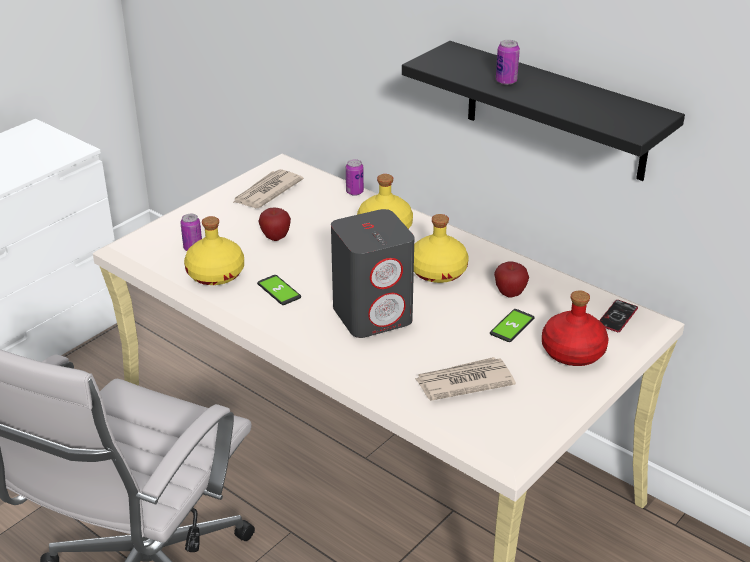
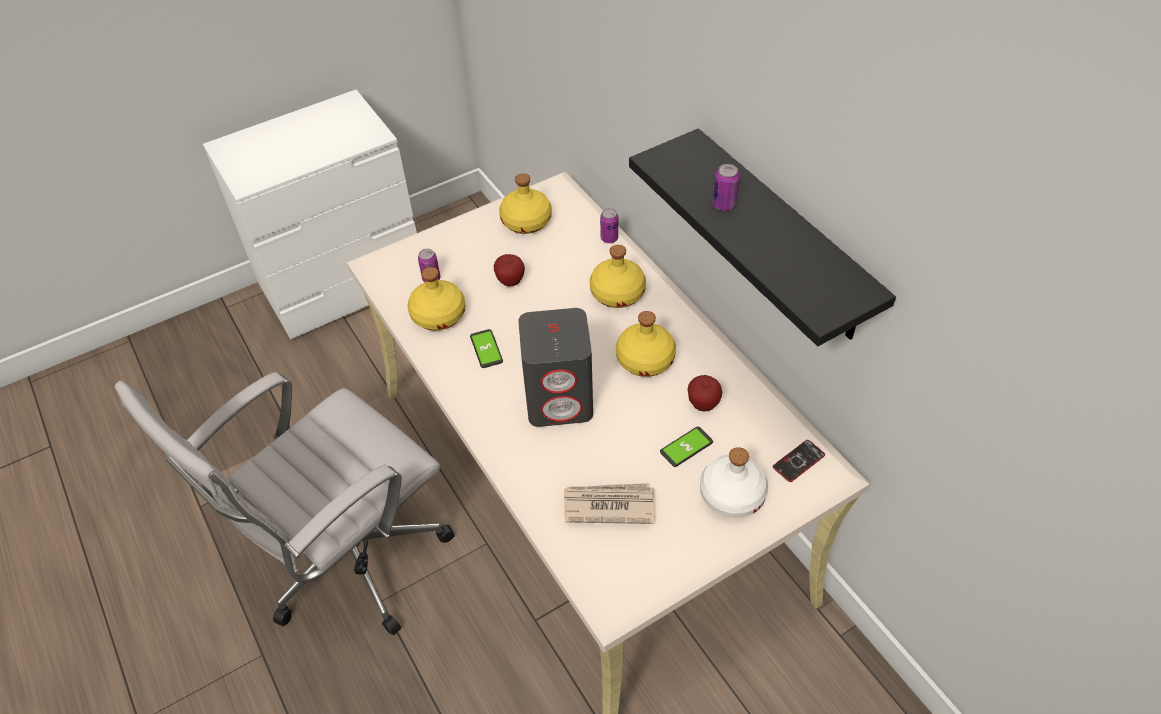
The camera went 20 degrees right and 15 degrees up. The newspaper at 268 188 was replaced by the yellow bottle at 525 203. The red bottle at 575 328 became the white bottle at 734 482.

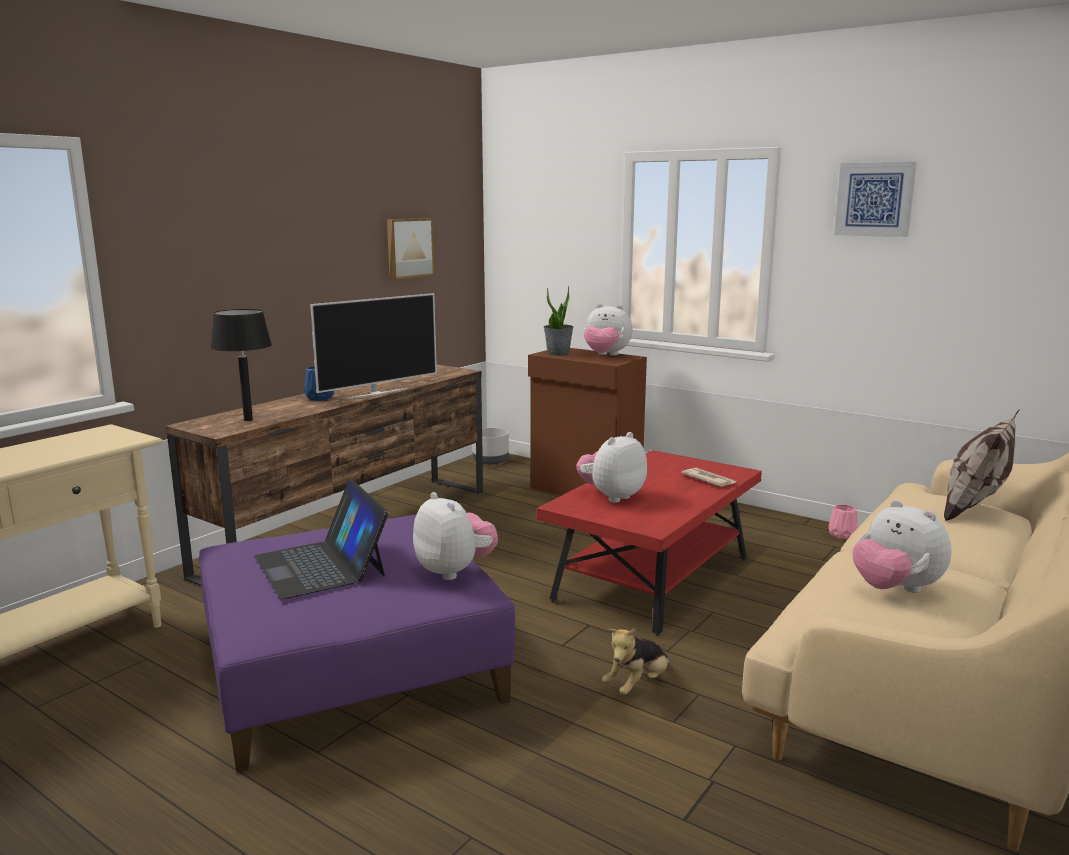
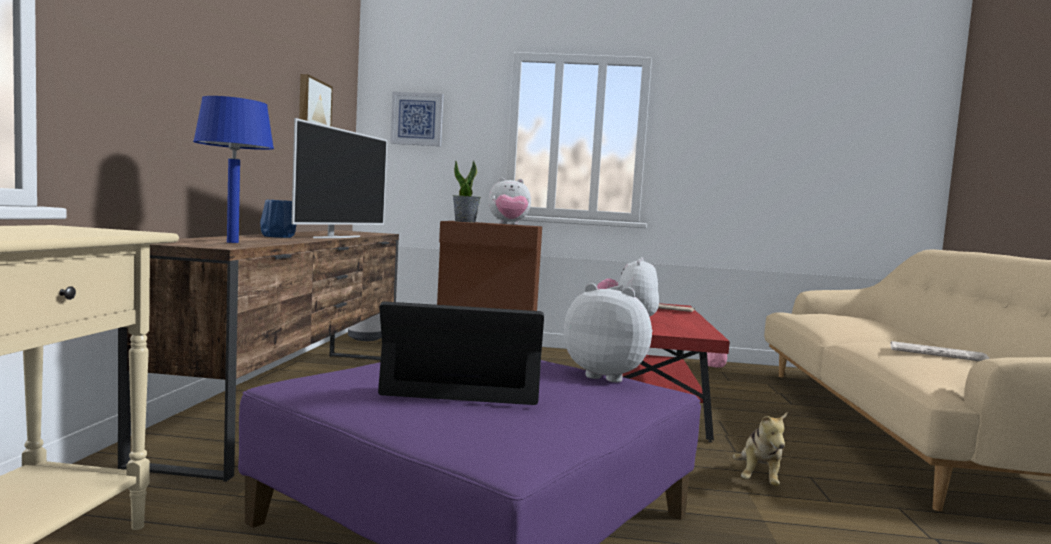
The camera went 30 degrees left and 10 degrees down. The picture moved from 875 199 to 416 119. The black table lamp at 241 365 became the blue table lamp at 233 169. The pillow at 981 465 disappeared. The laptop at 321 539 turned 150 degrees clockwise. The plush toy at 902 546 was replaced by the newspaper at 939 351.

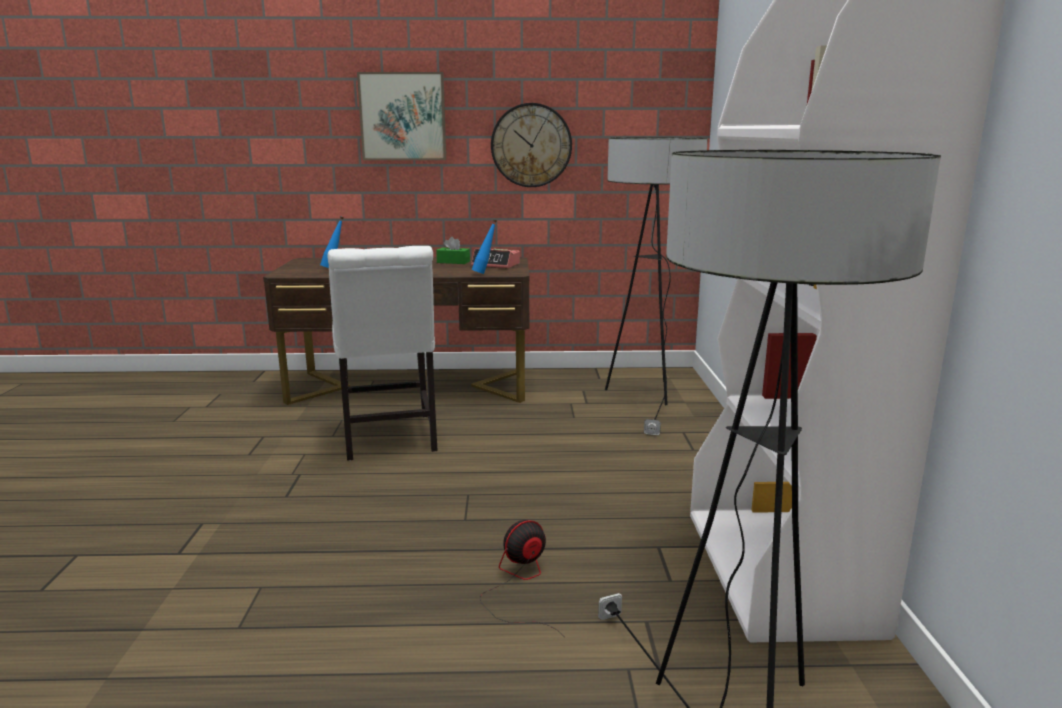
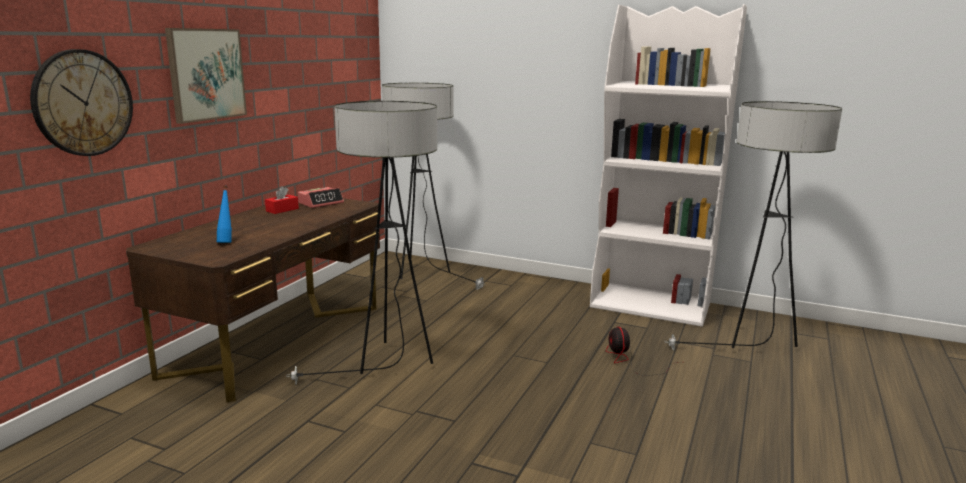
The camera went 65 degrees left and 0 degrees up. The wall clock moved from 531 145 to 81 102. The blue bottle at 484 247 disappeared. The green tissue box at 453 250 became the red tissue box at 282 200. The white chair at 382 353 was replaced by the floor lamp at 361 243.

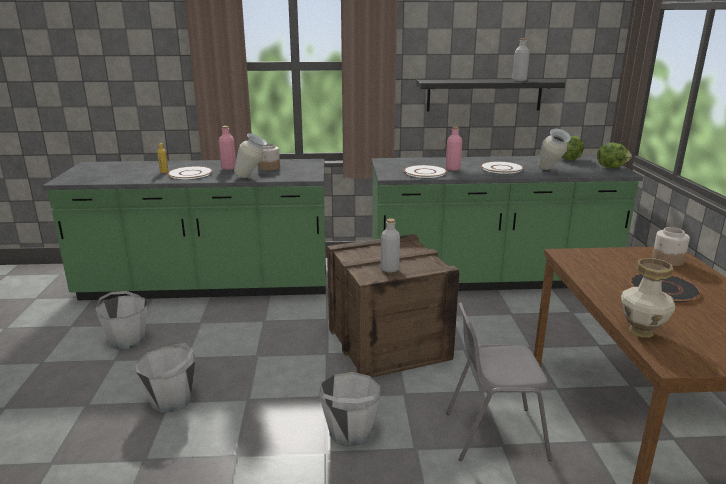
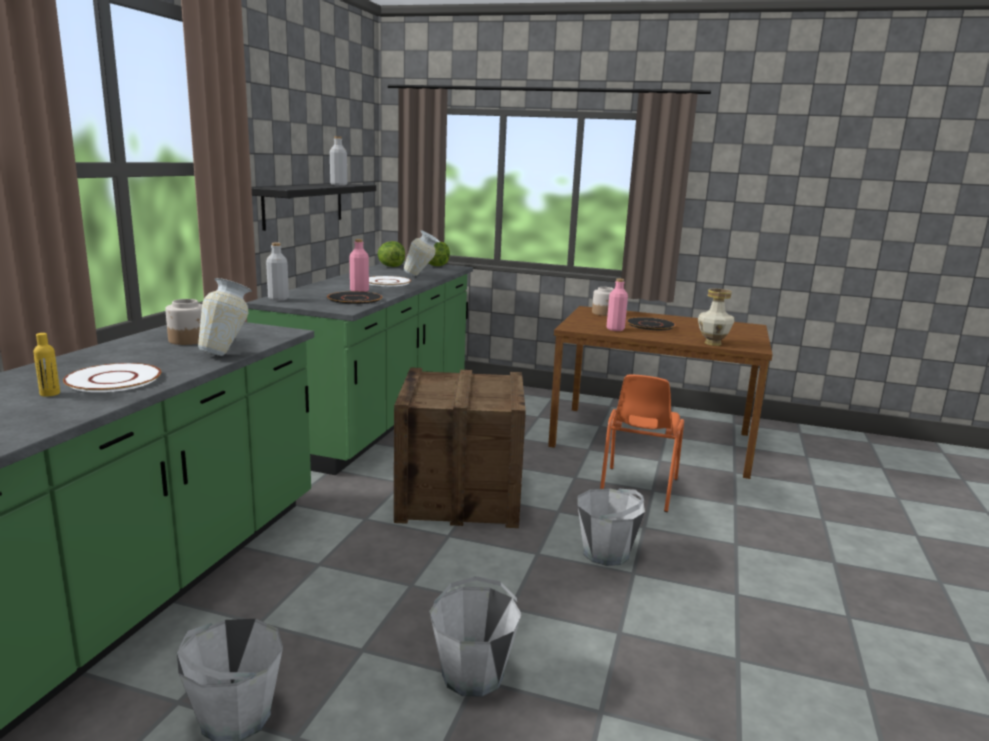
The camera went 70 degrees left and 5 degrees down. The pink bottle moved from 227 148 to 617 305. The white plate at 425 171 became the black plate at 354 297. The grey bottle moved from 390 245 to 277 272. The grey chair at 499 381 became the orange chair at 642 443.

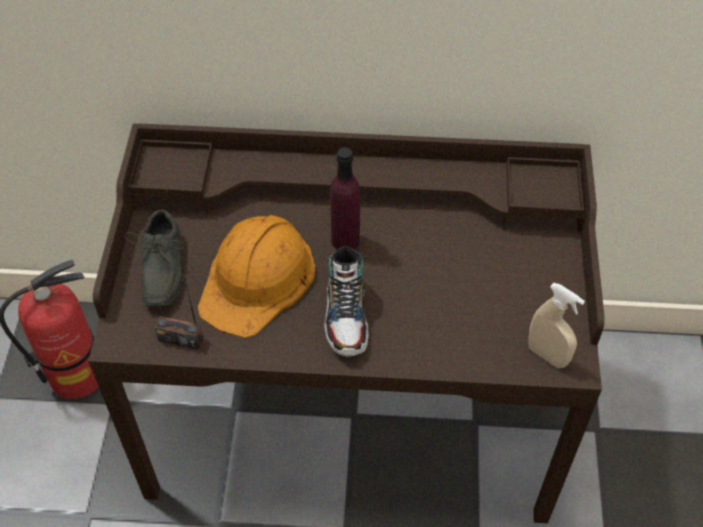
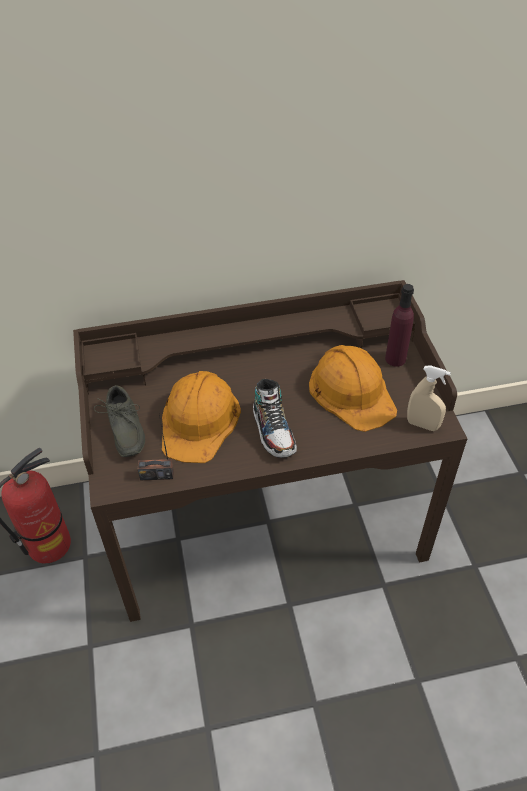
The camera went 15 degrees left and 5 degrees down. The purple bottle moved from 345 199 to 399 325. The orange hard hat at 353 388 appeared.

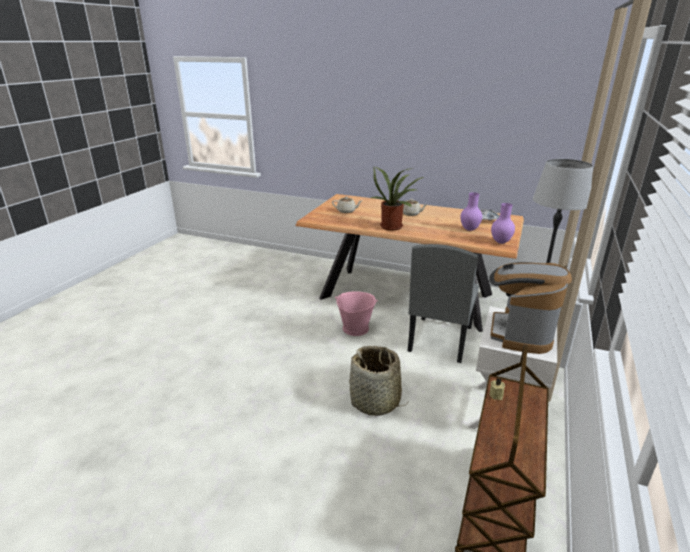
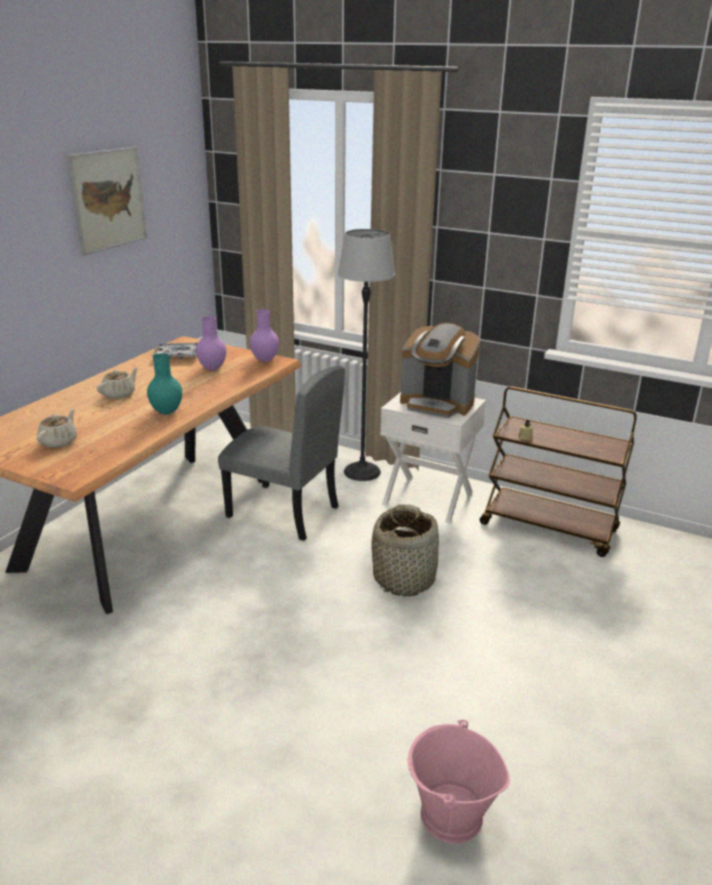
The camera went 85 degrees left and 0 degrees up. The potted plant at 397 199 was replaced by the turquoise vase at 164 384. The pink bucket moved from 356 313 to 459 781. The picture at 107 201 appeared.

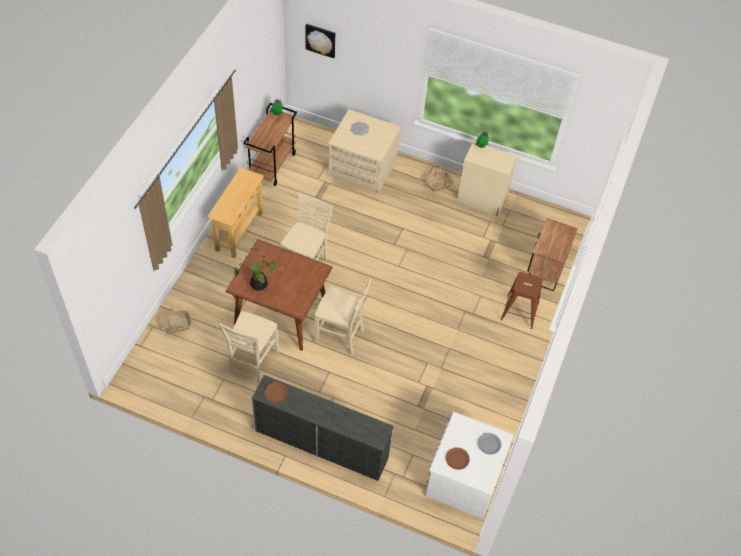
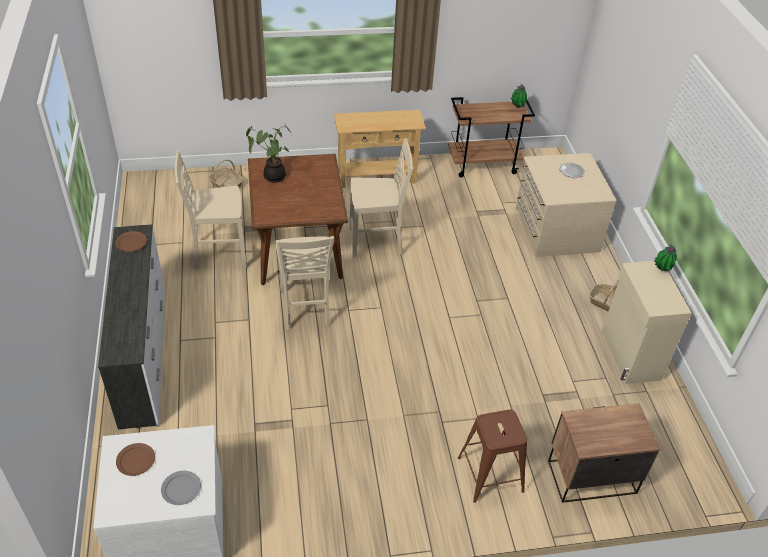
The camera went 60 degrees right and 10 degrees down. The picture at 320 41 disappeared.

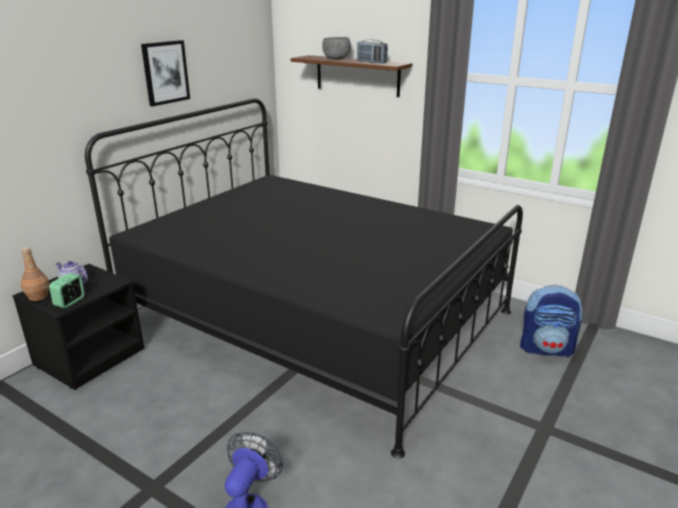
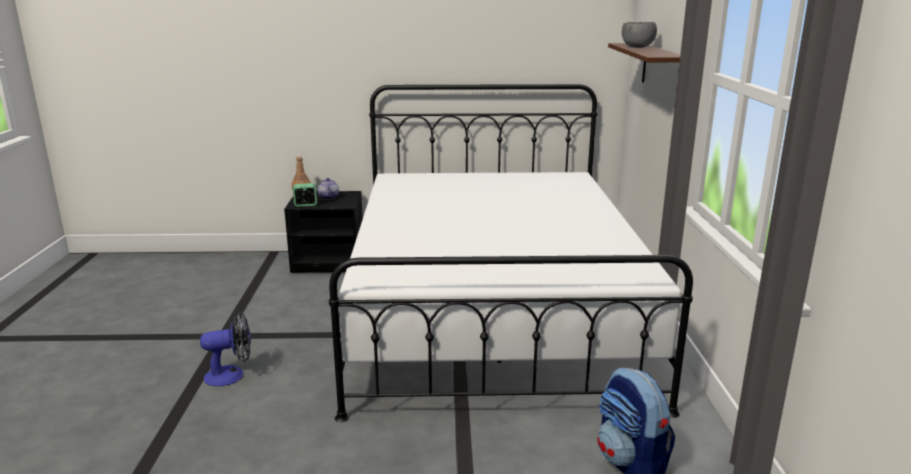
The camera went 55 degrees right and 5 degrees down. The picture at 165 73 disappeared. The radio at 372 51 disappeared. The black bed at 304 278 became the white bed at 511 253.

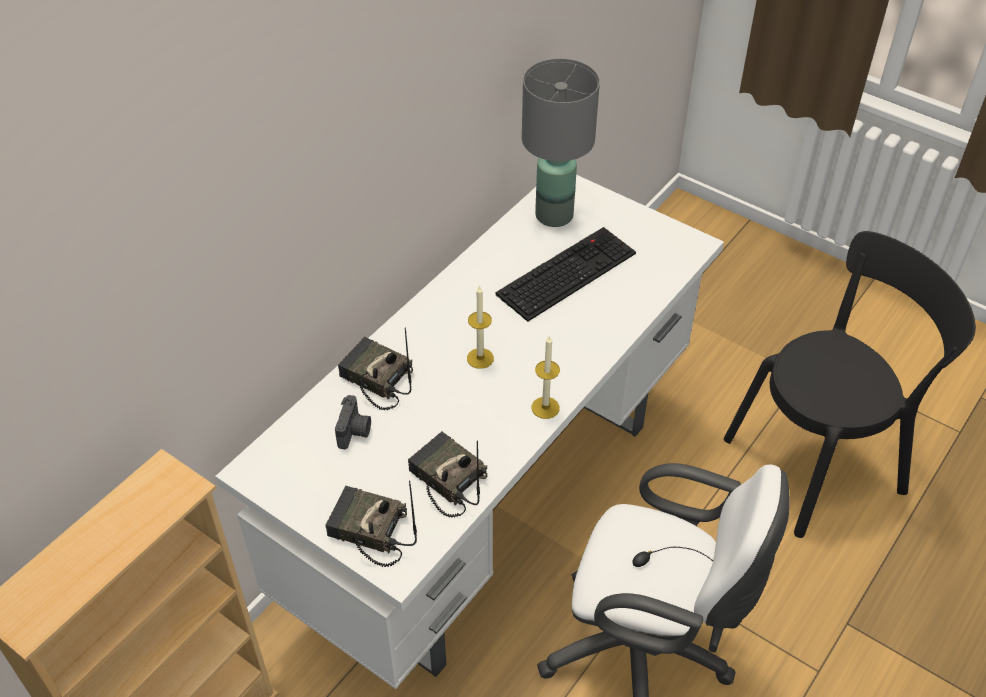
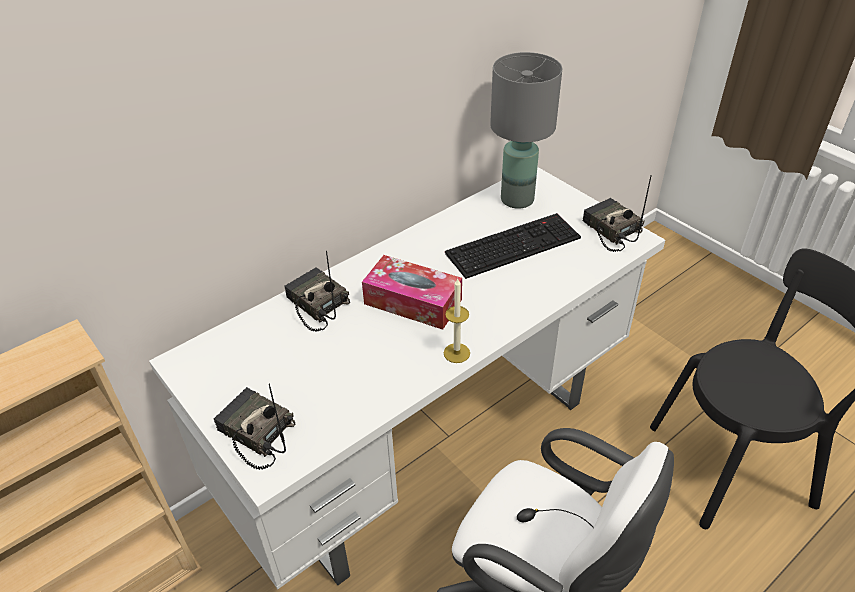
The camera went 15 degrees right and 5 degrees down. The candle at 480 327 was replaced by the tissue box at 412 292. The photo camera at 353 422 disappeared. The radio moved from 447 474 to 617 213.

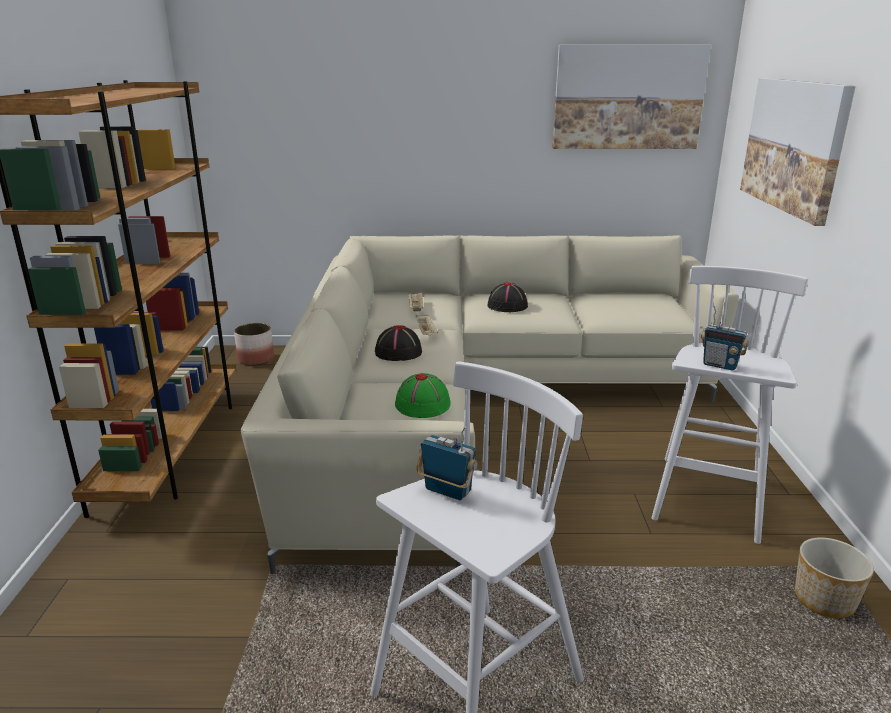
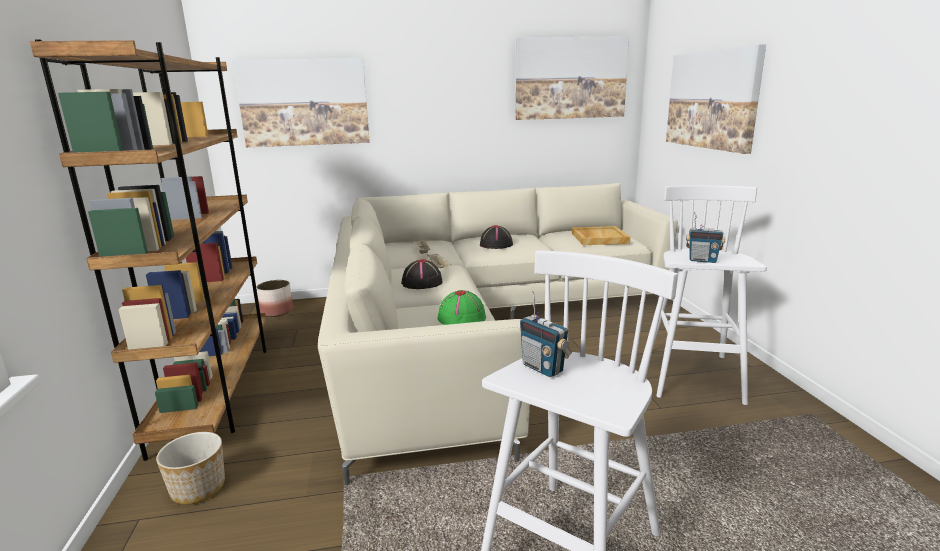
The camera went 10 degrees left and 5 degrees down. The radio at 447 463 turned 150 degrees counterclockwise. The planter moved from 834 577 to 190 468. The picture at 301 102 appeared. The beige tray at 601 235 appeared.

